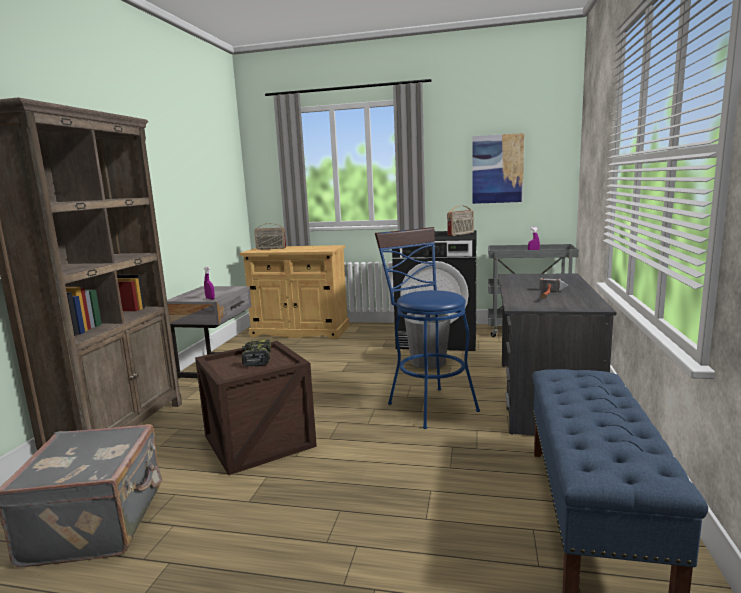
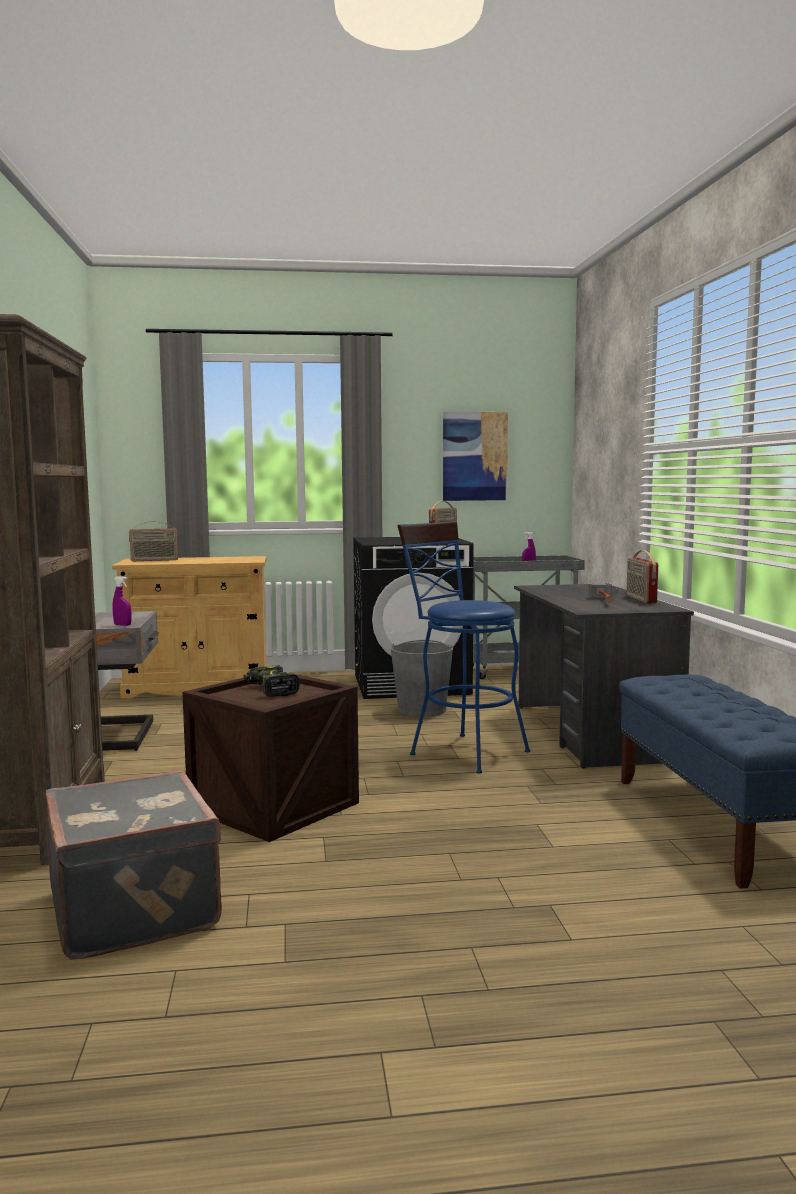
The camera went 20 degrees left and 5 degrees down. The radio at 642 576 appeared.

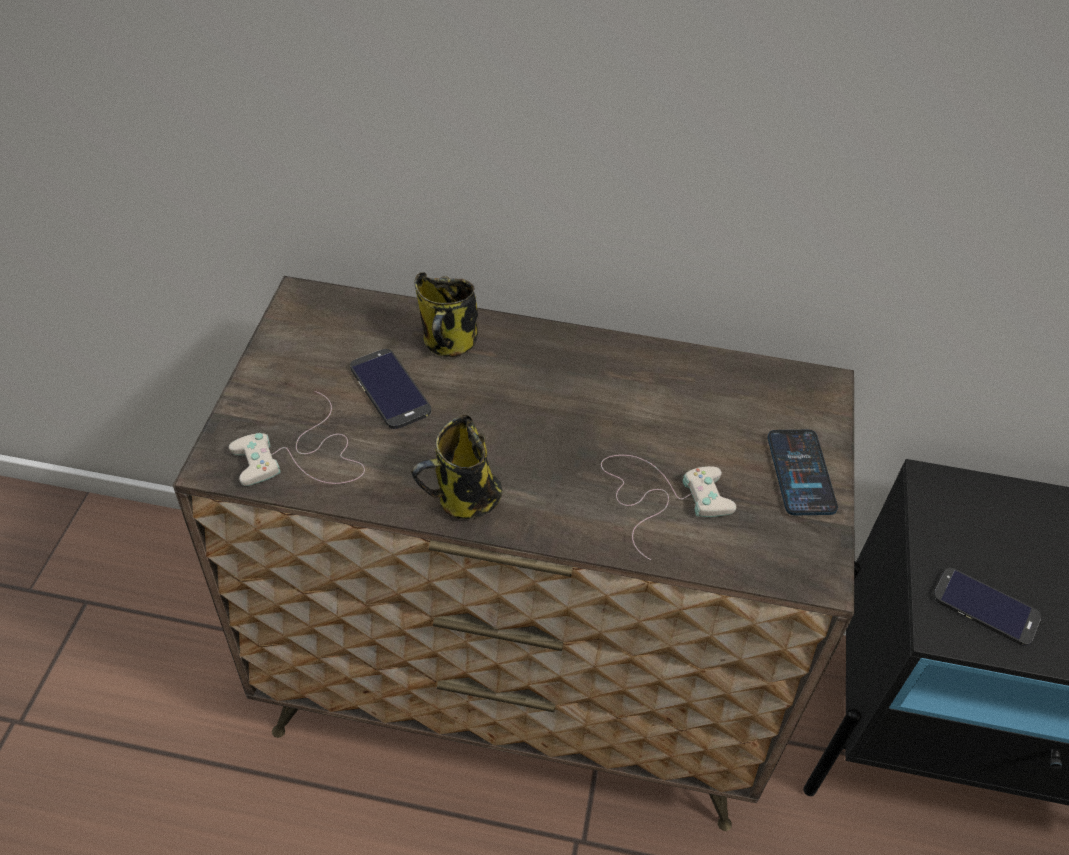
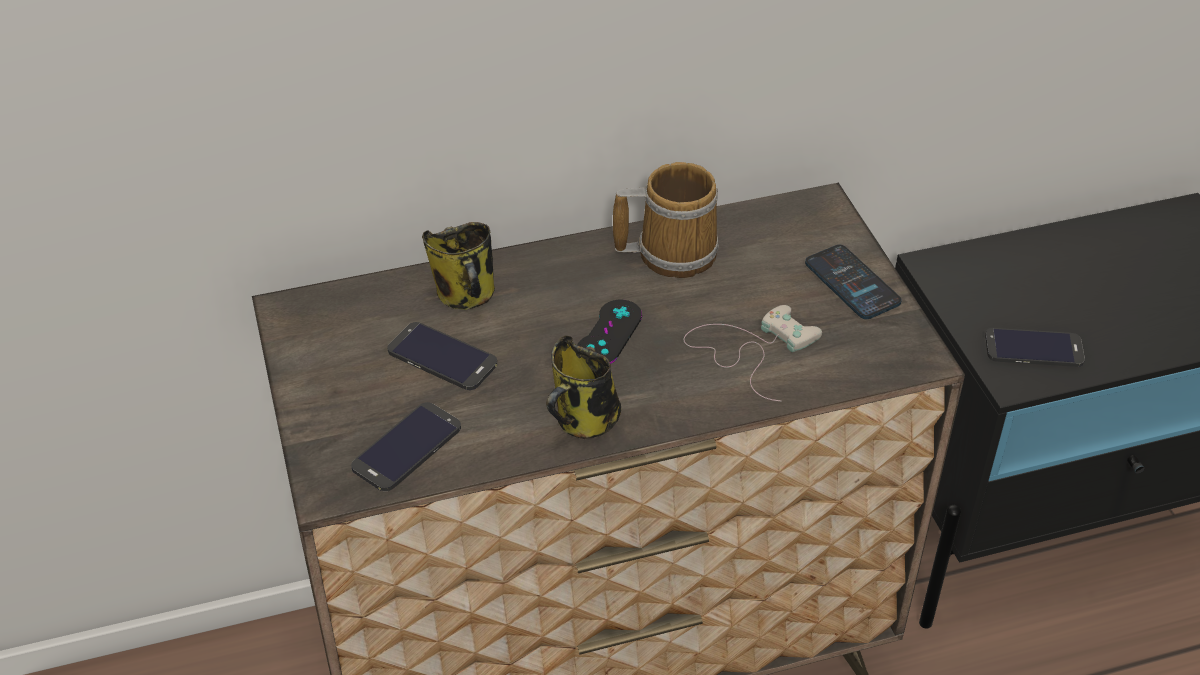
The camera went 25 degrees left and 5 degrees down. The white game controller at 297 438 was replaced by the phone at 406 446. The mug at 666 220 appeared. The black game controller at 609 332 appeared.

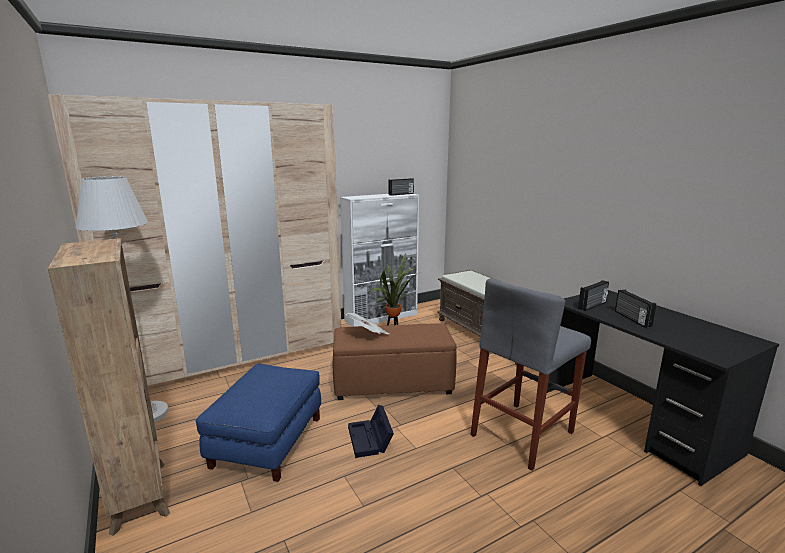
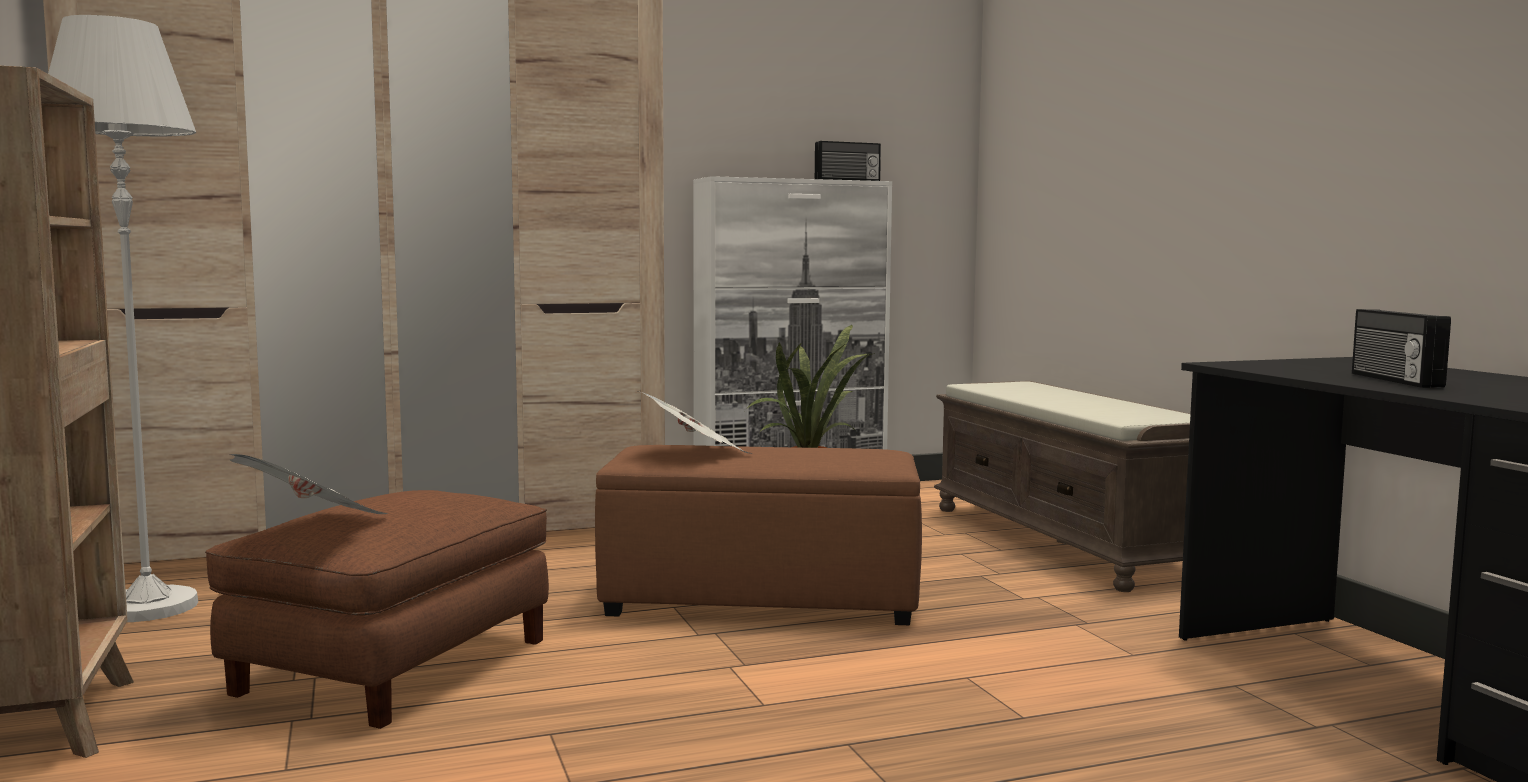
The camera went 10 degrees right and 10 degrees down. The grey stool at 531 374 disappeared. The radio at 593 295 disappeared. The blue ottoman at 258 423 became the brown ottoman at 377 609. The black storage box at 371 431 disappeared. The newspaper at 308 484 appeared.

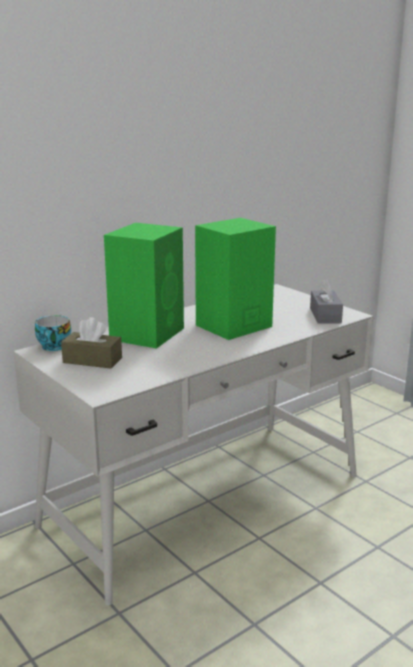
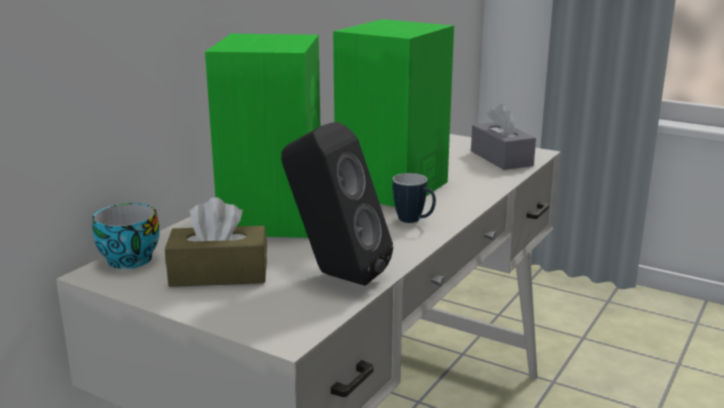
The camera went 20 degrees left and 0 degrees up. The black speaker at 337 204 appeared. The mug at 414 198 appeared.

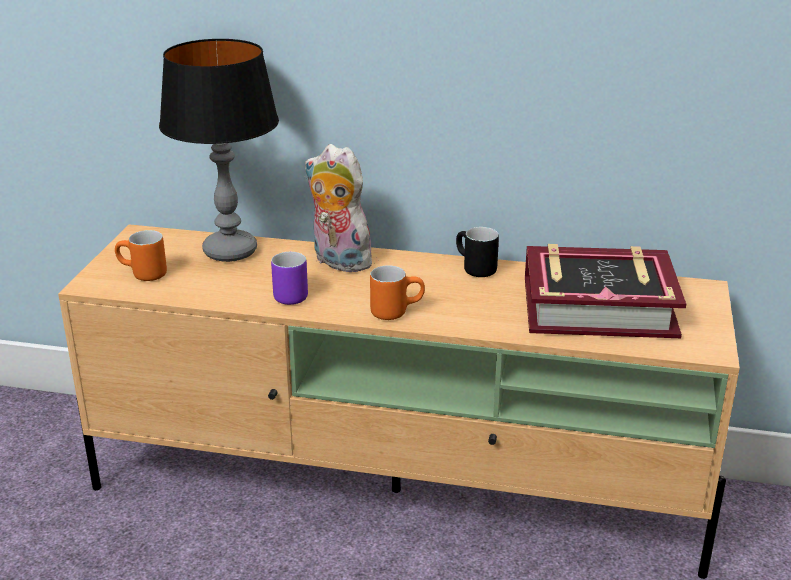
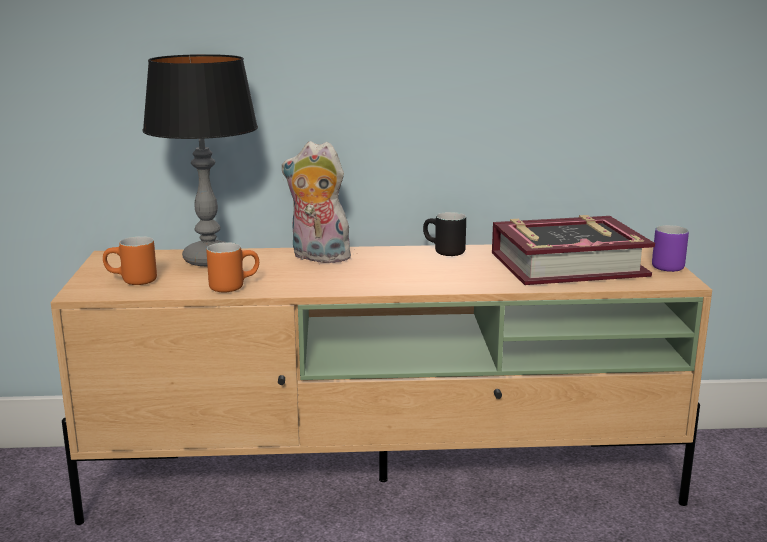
The camera went 15 degrees left and 10 degrees down. The purple mug moved from 289 278 to 670 248. The orange mug moved from 397 292 to 233 267.

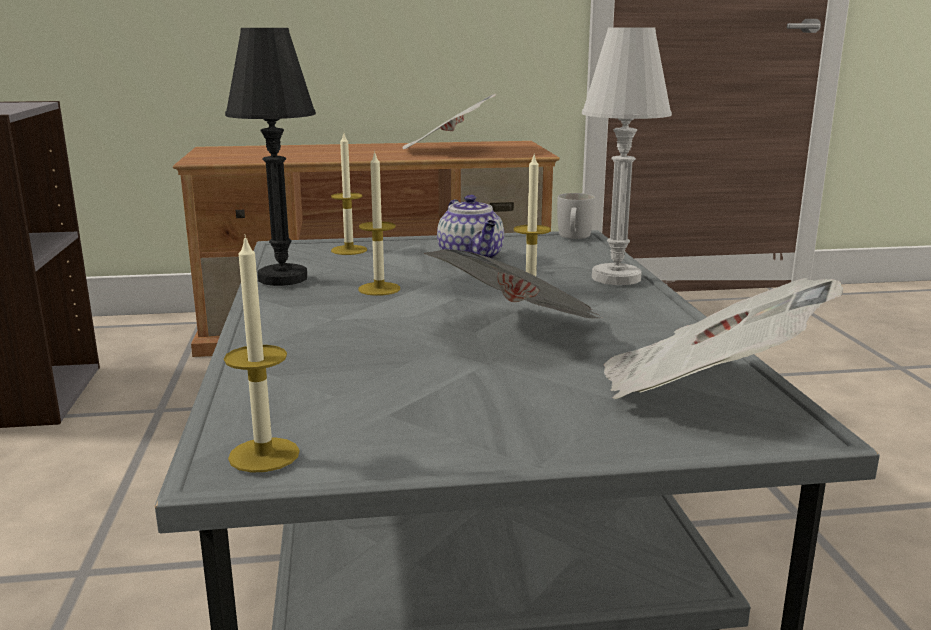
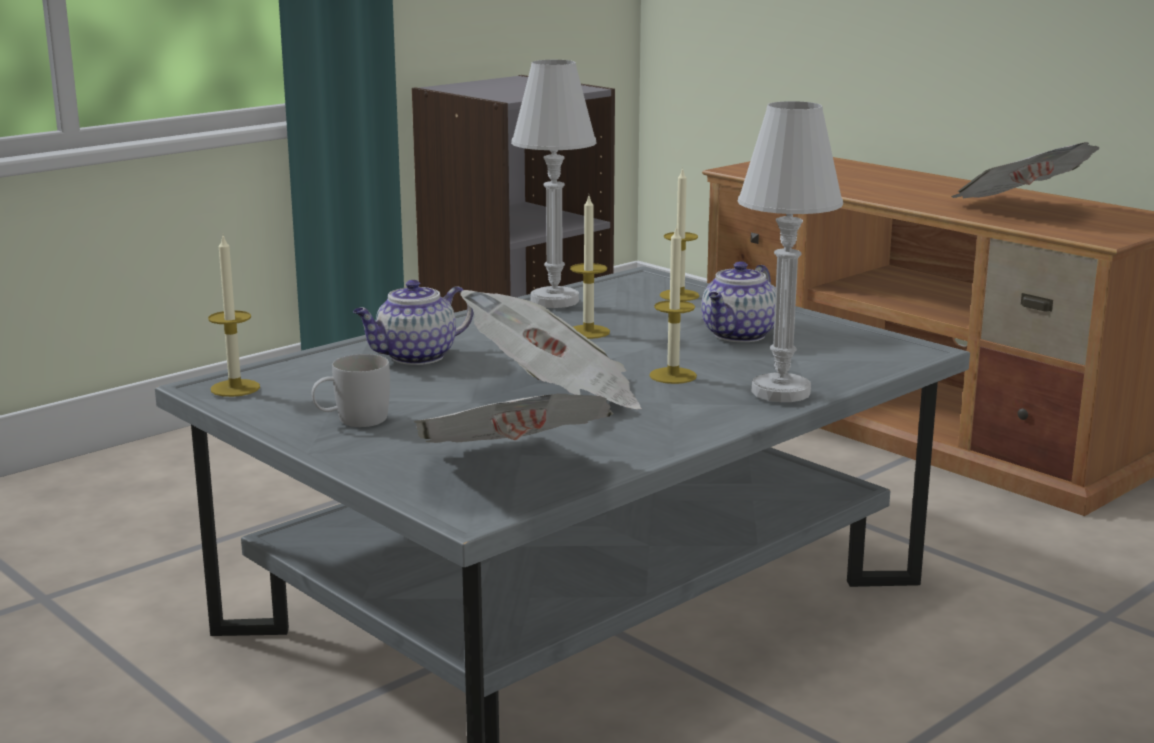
The camera went 55 degrees right and 0 degrees up. The black table lamp at 270 157 became the white table lamp at 554 184. The white mug moved from 576 216 to 350 390. The teapot at 413 322 appeared.

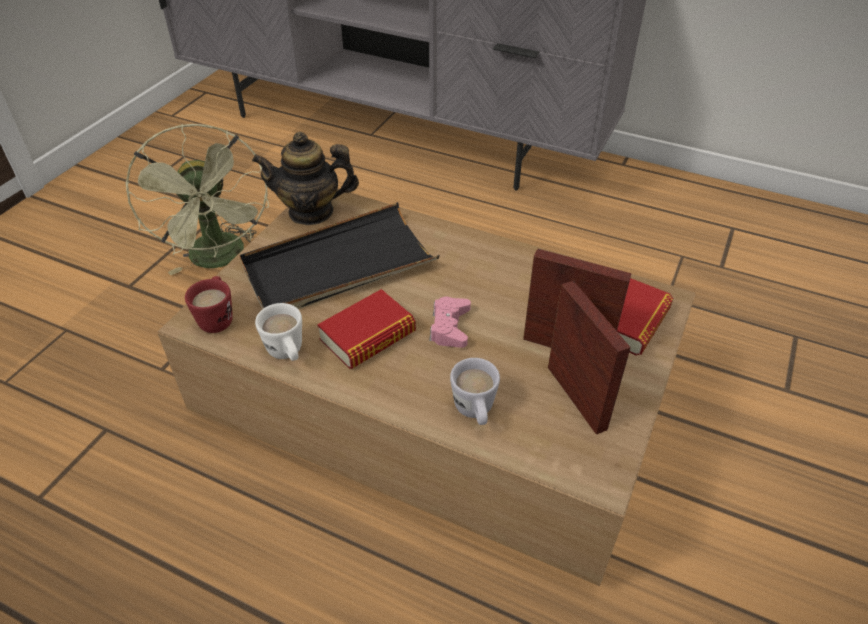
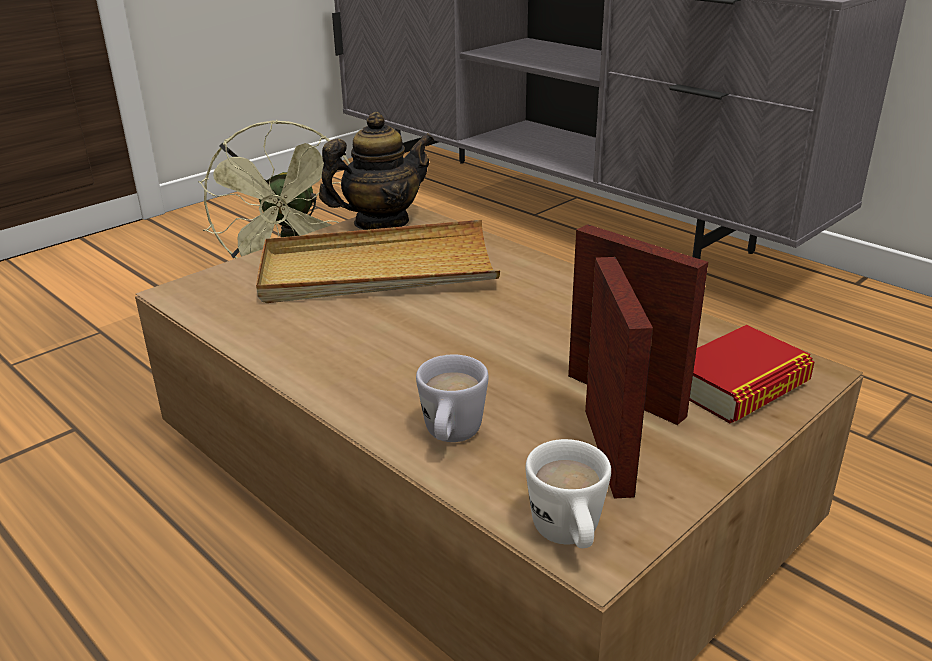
The camera went 20 degrees right and 15 degrees down. The teapot at 305 178 turned 135 degrees clockwise. The black tray at 339 255 became the beige tray at 378 261. The red mug at 209 304 disappeared. The book at 366 329 disappeared. The pink game controller at 450 322 disappeared. The white mug moved from 278 332 to 568 493.

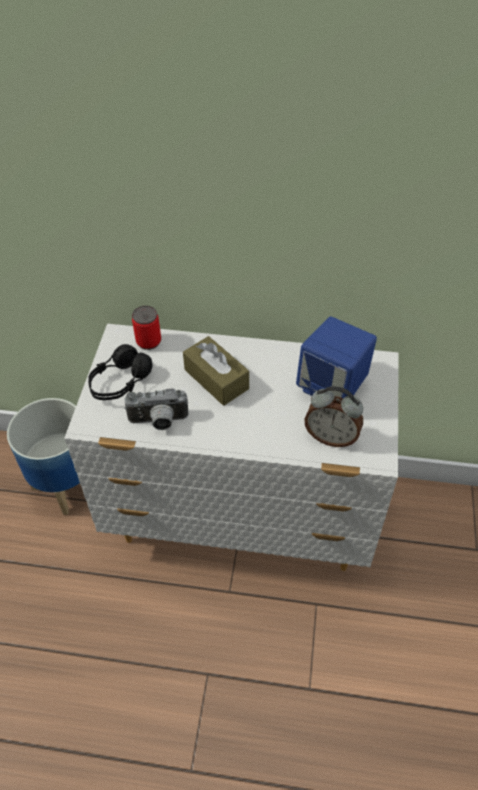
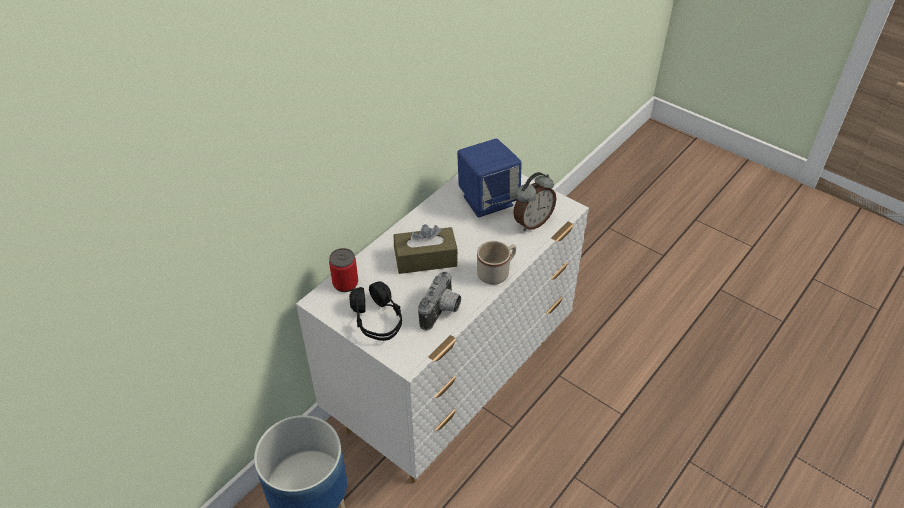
The camera went 60 degrees left and 5 degrees down. The beige mug at 496 263 appeared.

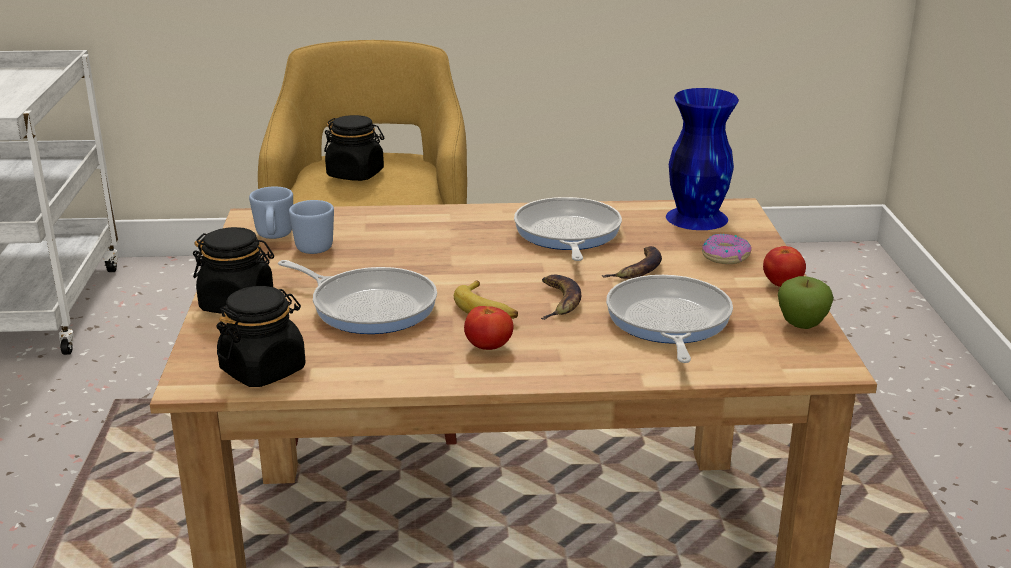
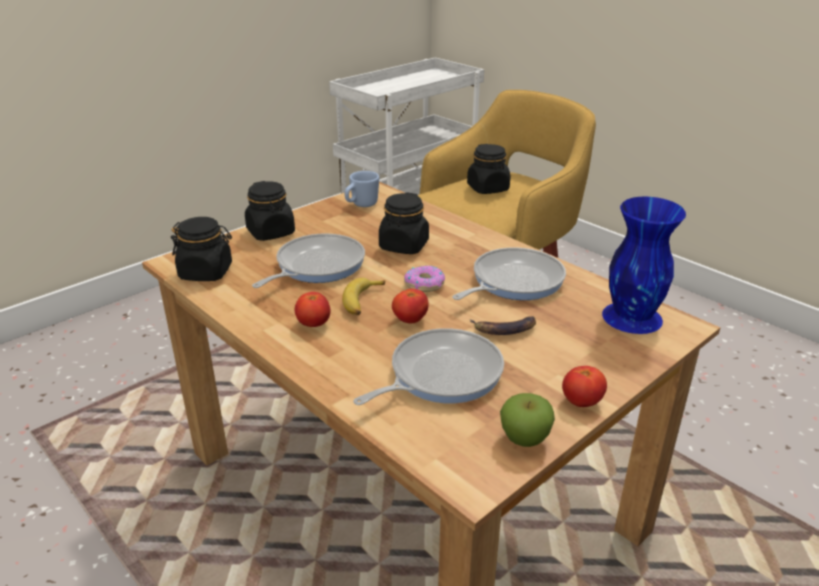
The camera went 50 degrees right and 5 degrees up. The blue mug at 311 227 disappeared. The donut moved from 727 249 to 424 279. The frying pan at 357 297 turned 135 degrees counterclockwise. The banana at 561 297 was replaced by the tomato at 410 305. The black jar at 404 223 appeared.

